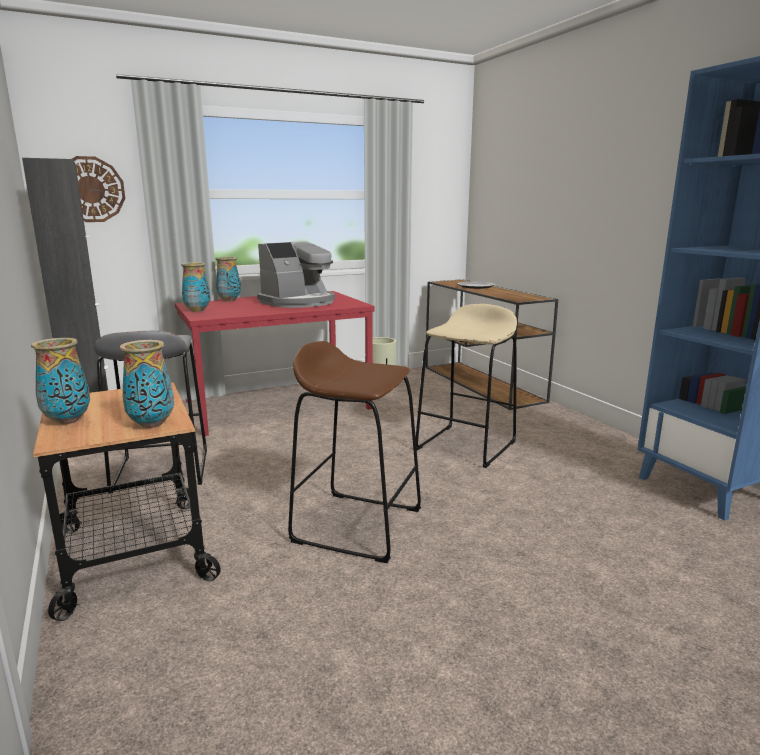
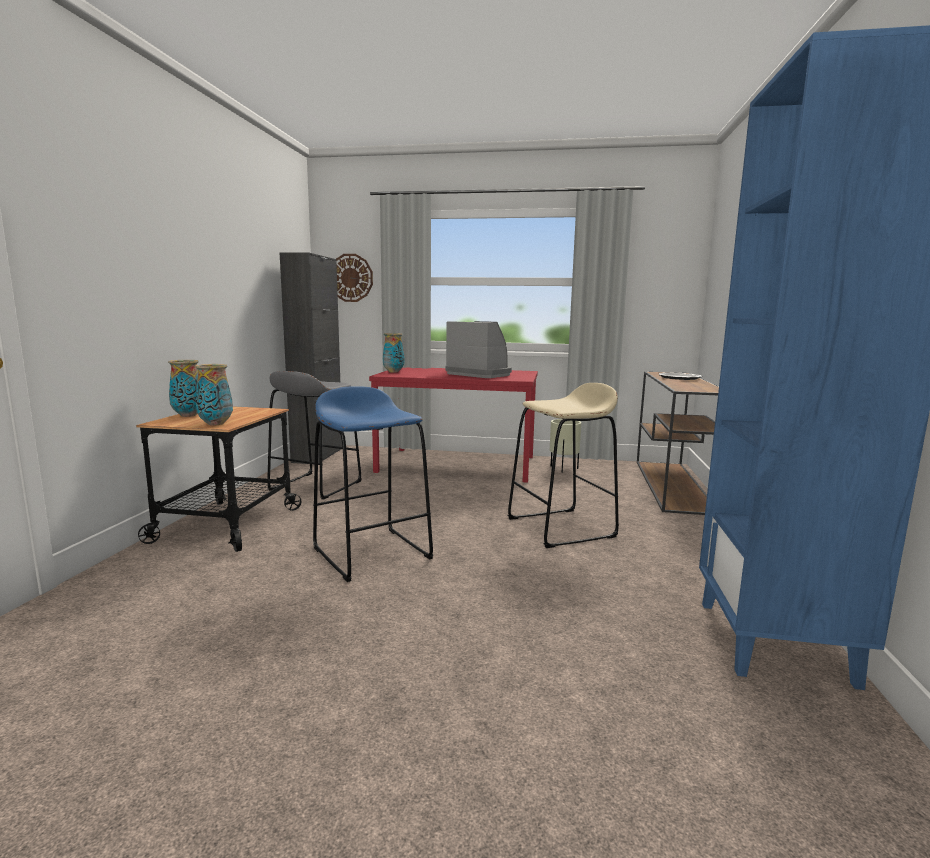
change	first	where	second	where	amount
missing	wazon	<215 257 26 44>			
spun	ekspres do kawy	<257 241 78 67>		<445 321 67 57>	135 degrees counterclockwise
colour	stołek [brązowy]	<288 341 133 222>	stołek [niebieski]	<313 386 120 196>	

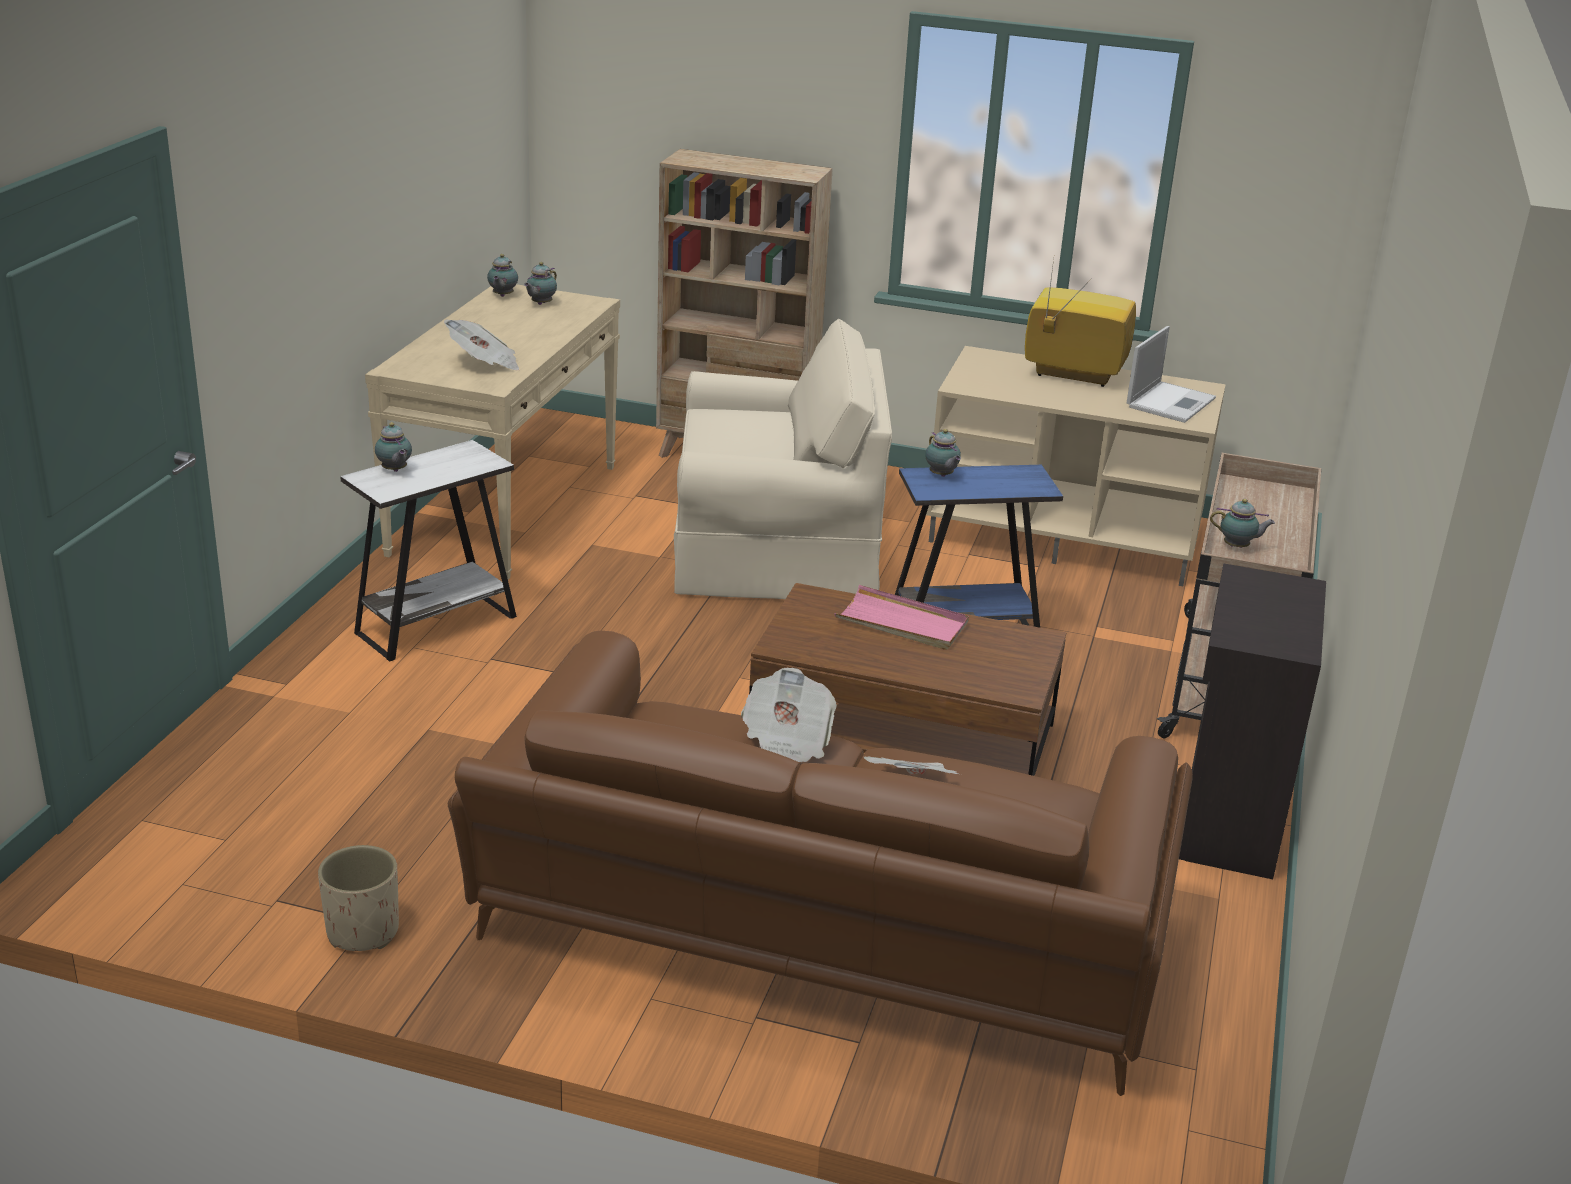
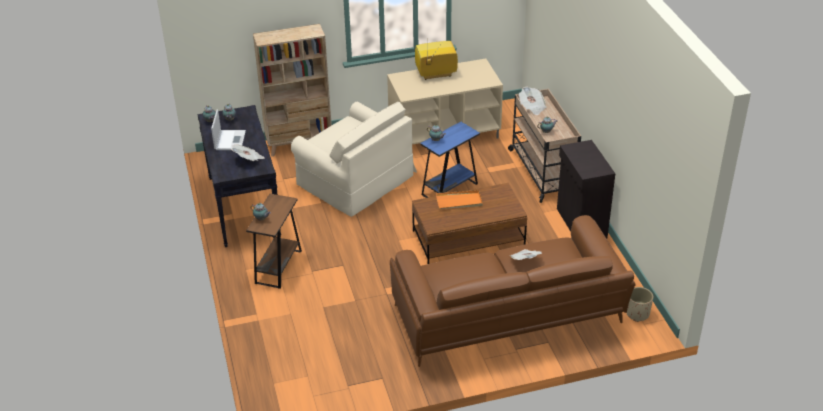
change	first	where	second	where	amount
relocated	donica [beżowy]	<318 845 81 106>		<626 287 27 35>	
colour	stolik [biały]	<340 440 177 222>	stolik [brązowy]	<246 194 56 95>	
colour	stolik konsolowy [beżowy]	<365 284 255 295>	stolik konsolowy [czarny]	<197 105 80 142>	
spun	fotel [beżowy]	<674 319 218 280>		<291 101 126 116>	75 degrees clockwise
relocated	gazeta	<741 668 96 94>		<519 86 28 29>	
colour	taca [różowy]	<834 585 135 65>	taca [pomarańczowy]	<436 190 47 19>	
relocated	laptop	<1127 326 89 97>		<211 109 35 41>	

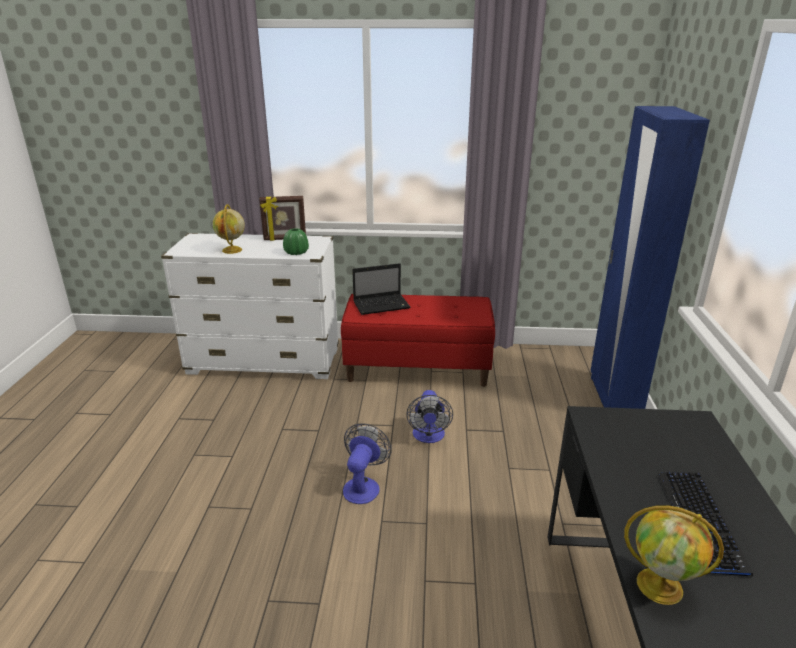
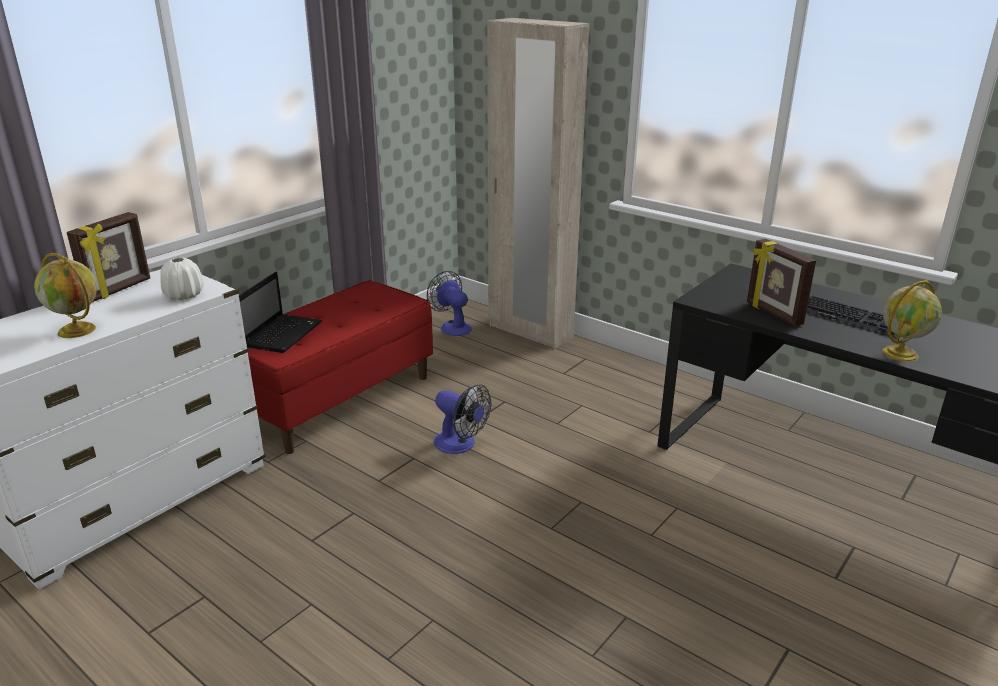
change	first	where	second	where	amount
colour	wazon [zielony]	<283 228 26 27>	wazon [biały]	<160 257 44 43>	
relocated	wentylator	<343 424 49 80>		<427 271 45 65>	
colour	szafa [niebieski]	<590 106 120 303>	szafa [beżowy]	<487 18 102 331>	
appeared			ramka na zdjęcie	<747 239 69 88>	

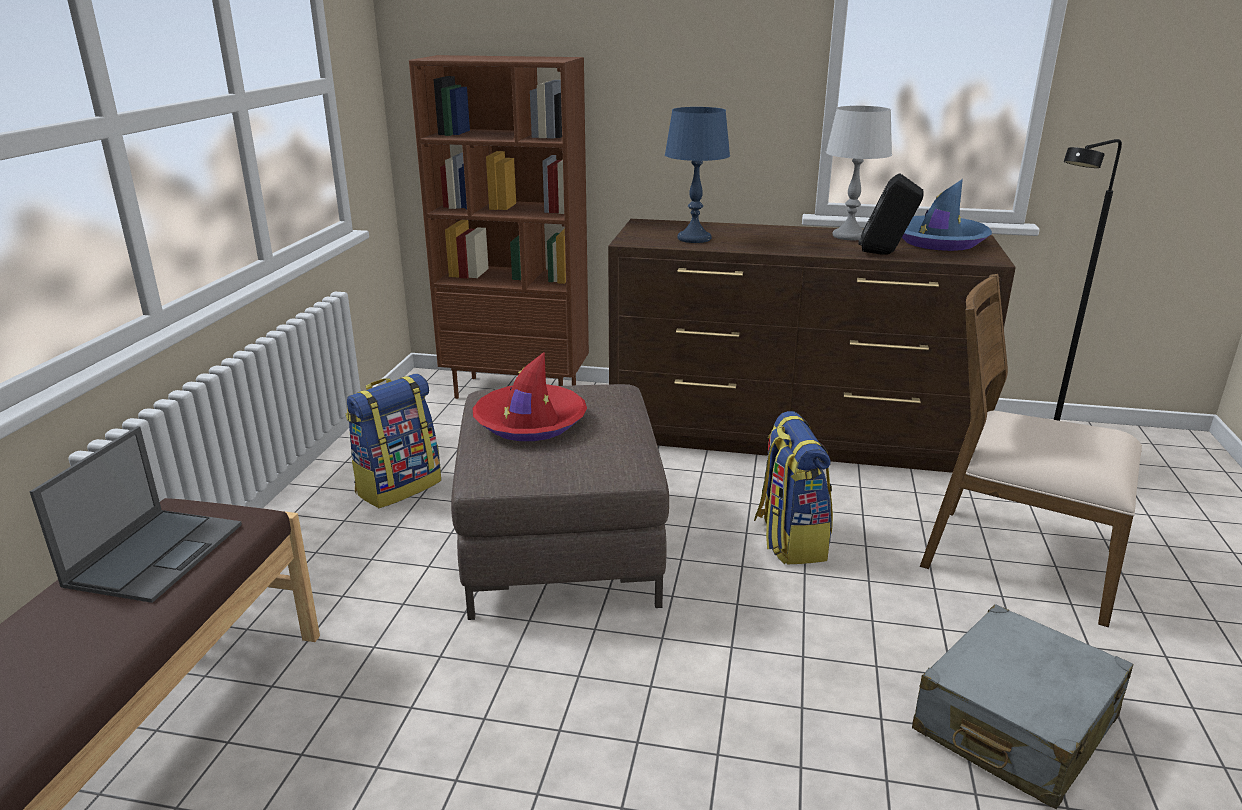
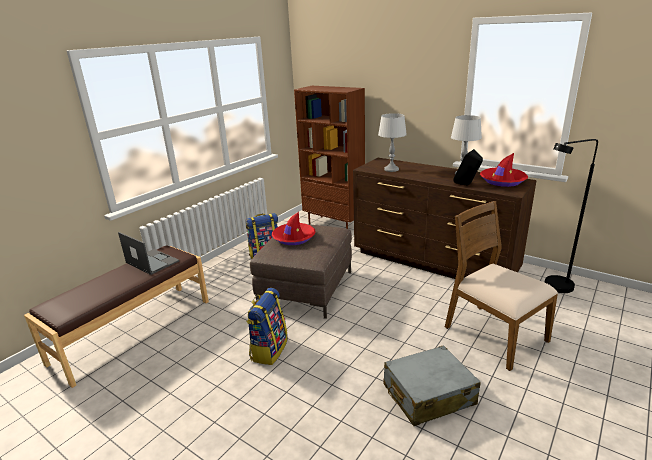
change	first	where	second	where	amount
spun	laptop	<29 426 213 177>		<118 232 61 43>	90 degrees counterclockwise
colour	lampa stołowa [niebieski]	<665 107 65 136>	lampa stołowa [szary]	<378 113 29 59>	
relocated	plecak	<754 411 79 153>		<247 288 41 77>	
colour	kapelusz [niebieski]	<902 179 90 72>	kapelusz [czerwony]	<480 153 48 34>	

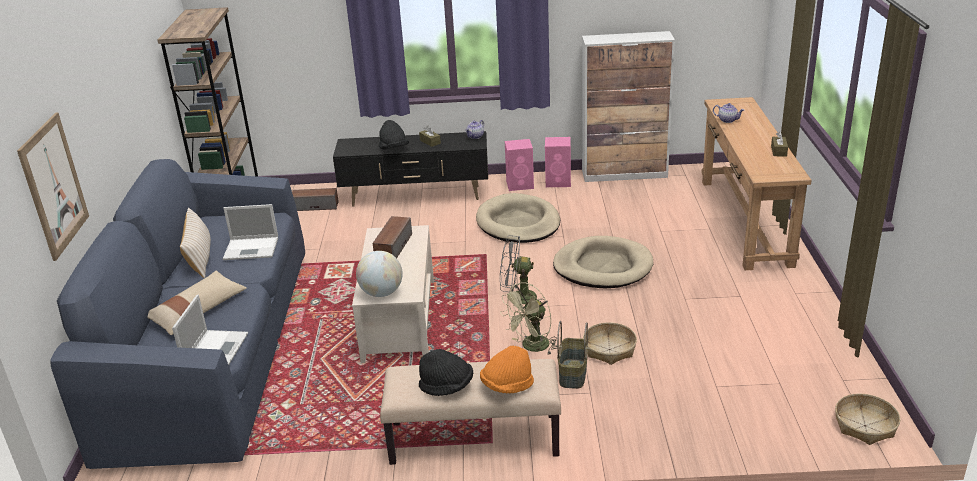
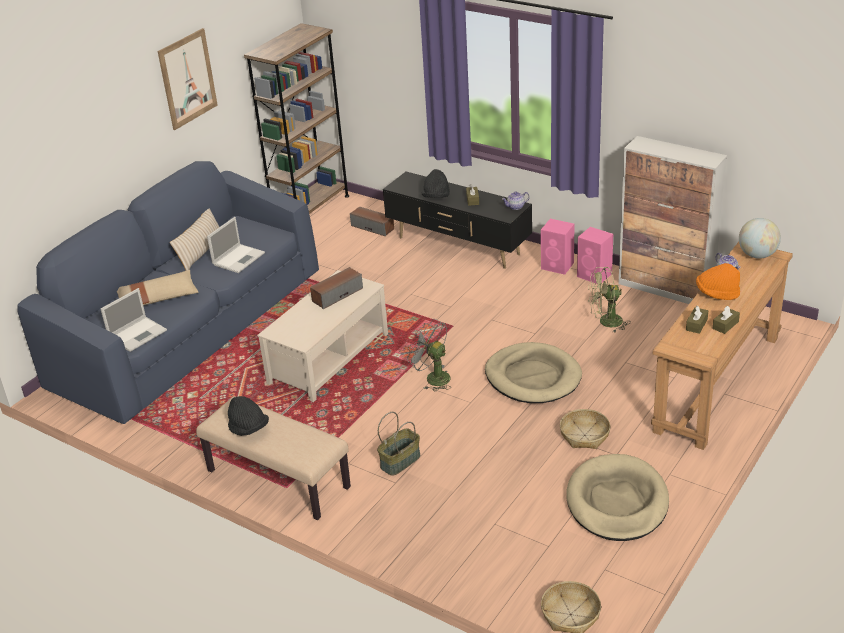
change	first	where	second	where	amount
relocated	obraz	<17 112 72 149>		<158 28 60 102>	
spun	laptop	<223 204 55 56>		<207 217 58 56>	90 degrees counterclockwise
relocated	globus	<356 251 47 46>		<739 218 42 41>	
relocated	legowisko [beżowy]	<476 193 84 50>		<566 454 103 87>	
relocated	kapelusz [pomarańczowy]	<480 346 54 47>		<696 263 44 37>	
relocated	wentylator [zielony]	<500 282 57 73>		<588 267 43 66>	
relocated	koszyk	<583 322 54 43>		<560 409 51 40>	
appeared			pudełko chusteczek [brązowy]	<686 306 22 28>	

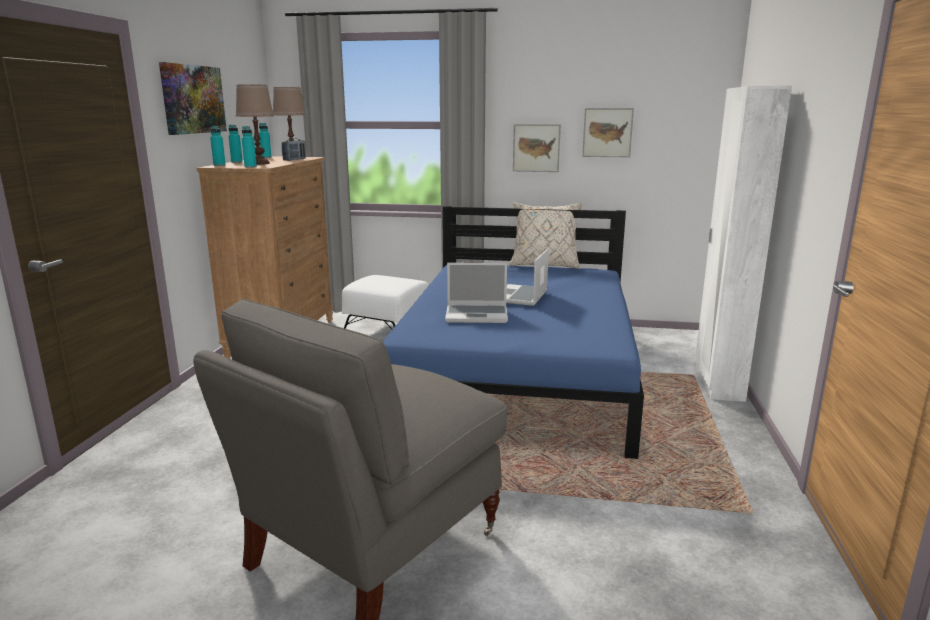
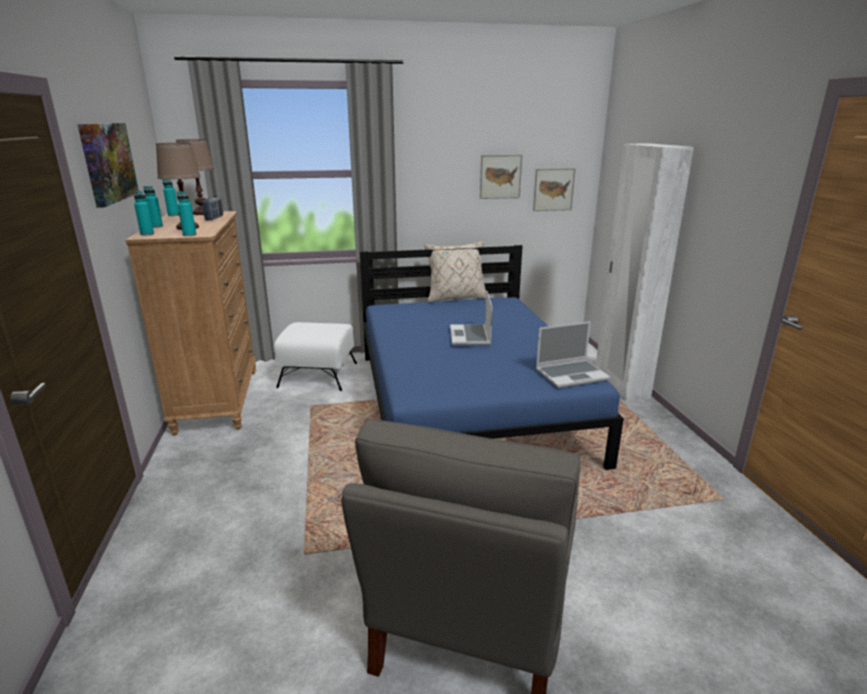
change	first	where	second	where	amount
relocated	laptop	<445 263 63 60>		<536 321 74 67>	
relocated	obraz	<513 124 48 48>		<533 168 43 43>	

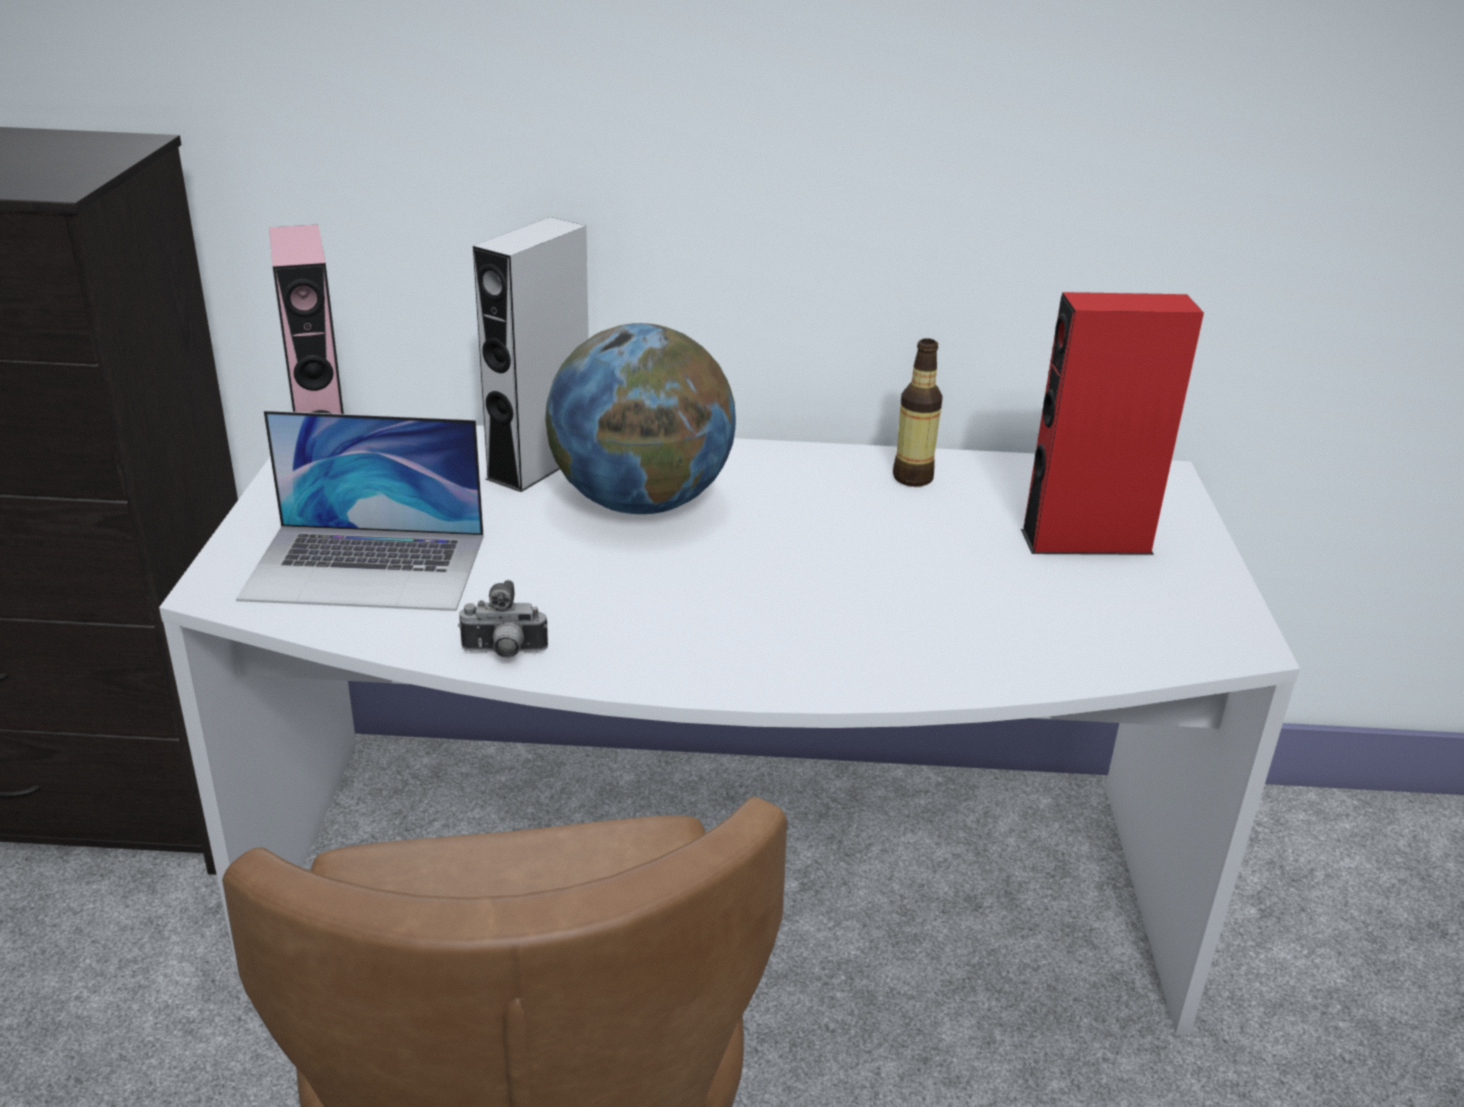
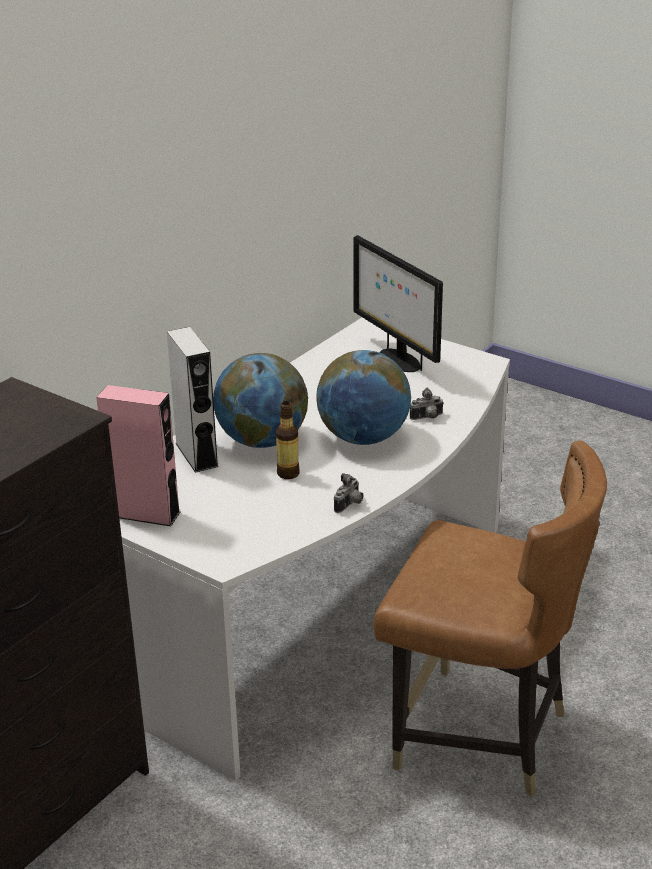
change	first	where	second	where	amount
missing	laptop	<236 410 248 201>			
relocated	butelka	<893 338 50 149>		<276 401 24 78>	
exchanged	głośnik [czerwony]	<1021 292 183 263>	monitor	<353 235 90 137>	
appeared			globus	<316 350 95 95>	
appeared			aparat fotograficzny	<410 388 34 32>	

